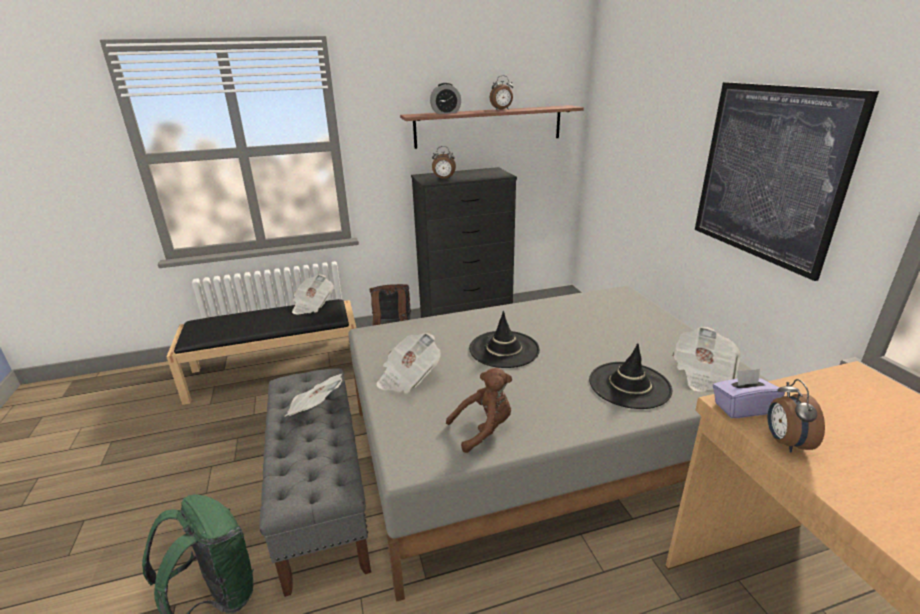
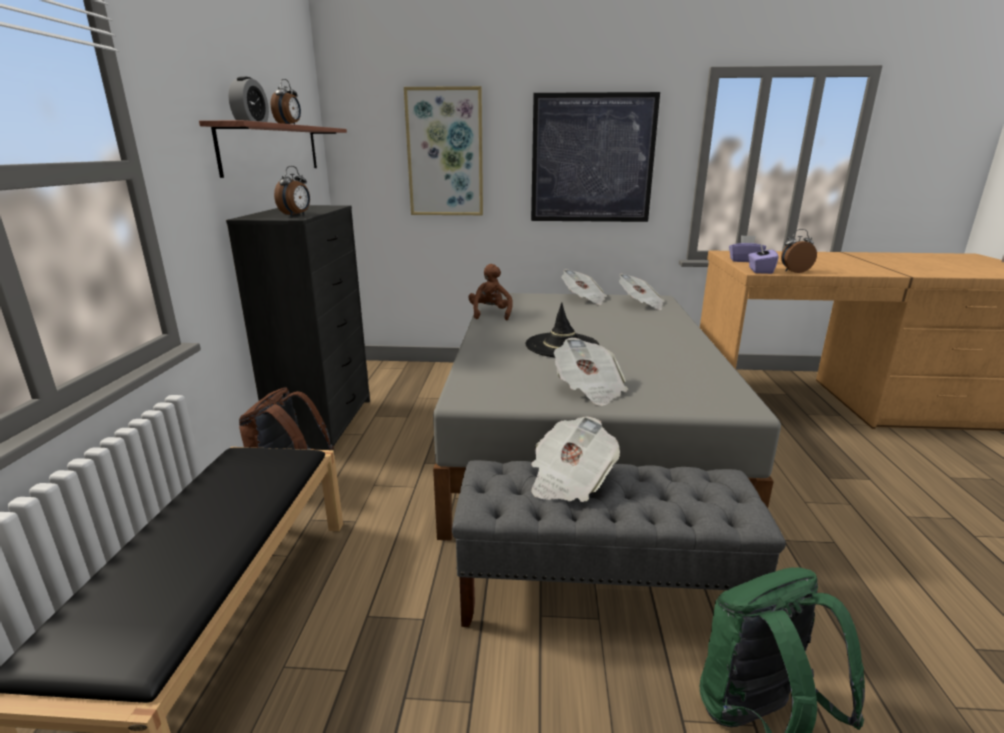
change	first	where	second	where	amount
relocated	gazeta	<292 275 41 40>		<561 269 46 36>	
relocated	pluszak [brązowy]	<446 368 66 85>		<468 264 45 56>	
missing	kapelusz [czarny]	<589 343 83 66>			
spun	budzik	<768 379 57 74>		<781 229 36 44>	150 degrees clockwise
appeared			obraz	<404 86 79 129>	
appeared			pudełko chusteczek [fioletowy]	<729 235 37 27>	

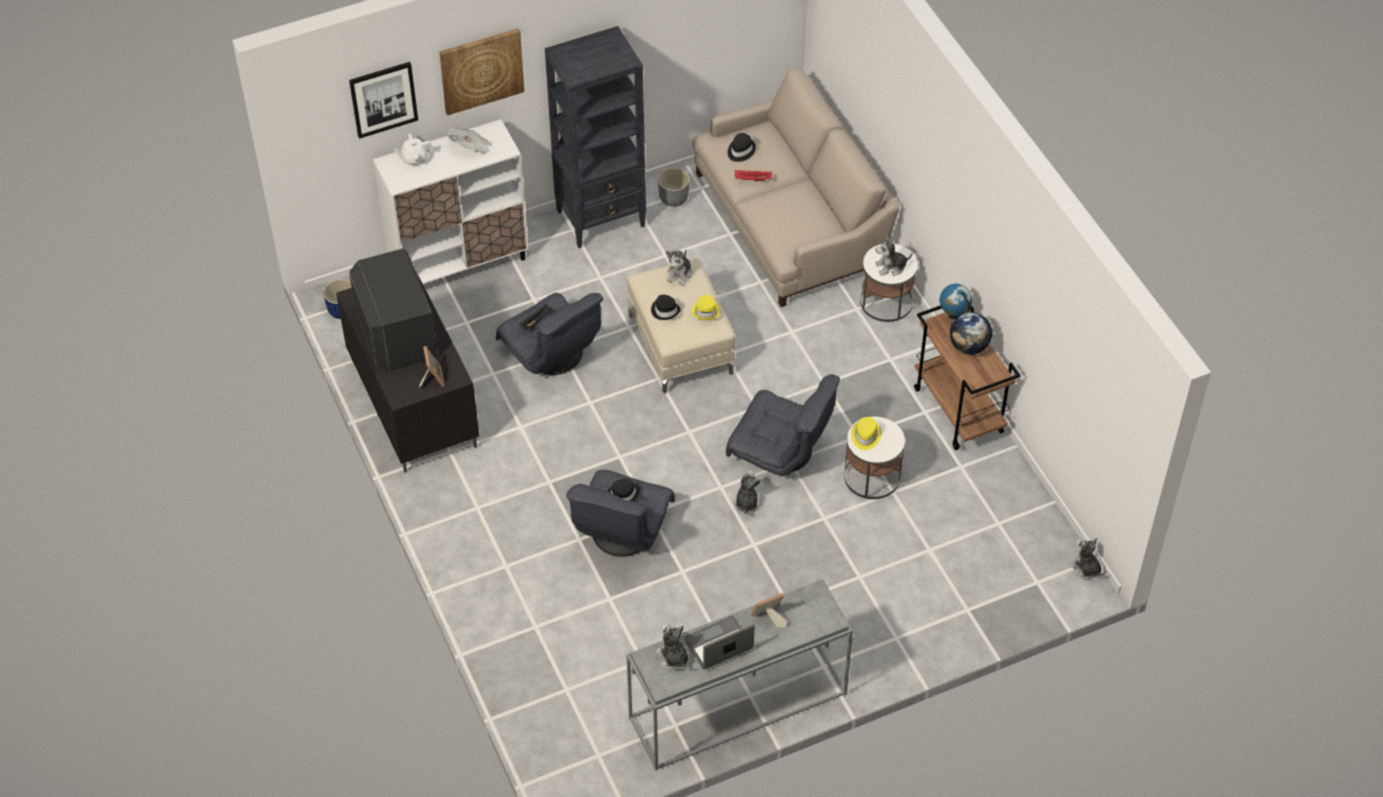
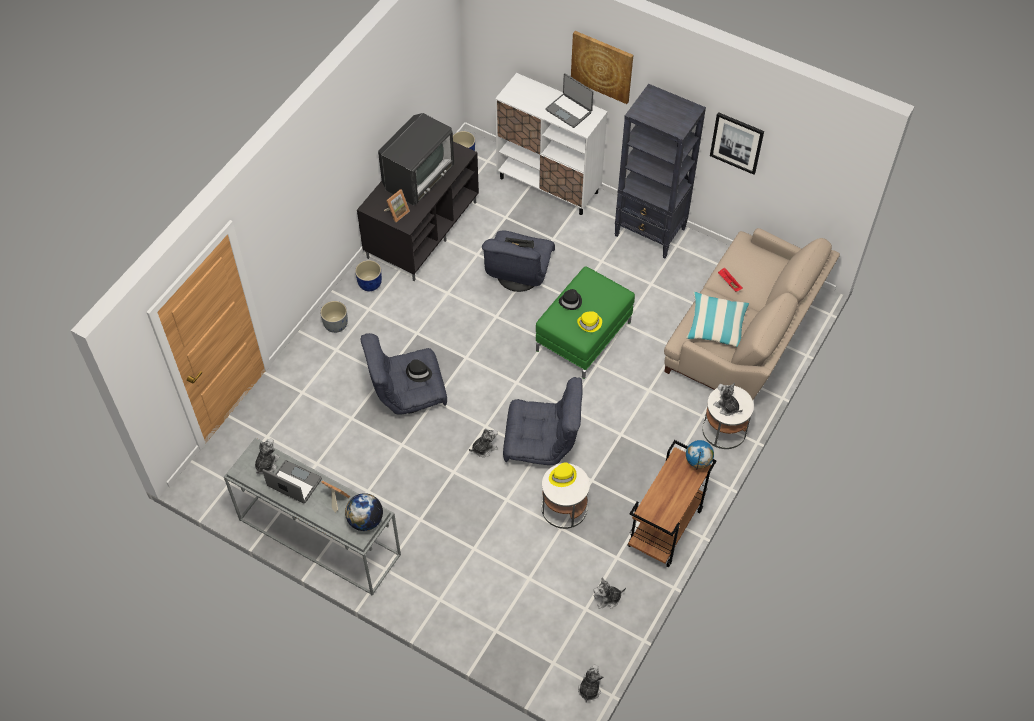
change	first	where	second	where	amount
relocated	obraz	<349 62 69 77>		<710 112 54 63>	
missing	imbryk [biały]	<394 134 39 32>			
exchanged	gazeta	<447 127 45 25>	laptop	<545 73 49 55>	
colour	pufa [beżowy]	<627 258 108 136>	pufa [zielony]	<536 266 99 113>	
relocated	donica [szary]	<658 168 32 39>		<320 301 28 32>	
relocated	pluszak	<666 249 26 37>		<593 577 33 32>	
spun	fotel [szary]	<726 374 114 102>		<503 377 79 88>	75 degrees counterclockwise
missing	kapelusz [czarny]	<728 133 28 29>			
relocated	globus	<950 312 42 43>		<345 493 38 38>	
appeared			donica [niebieski]	<355 260 27 31>	
appeared			poduszka	<686 292 63 55>	

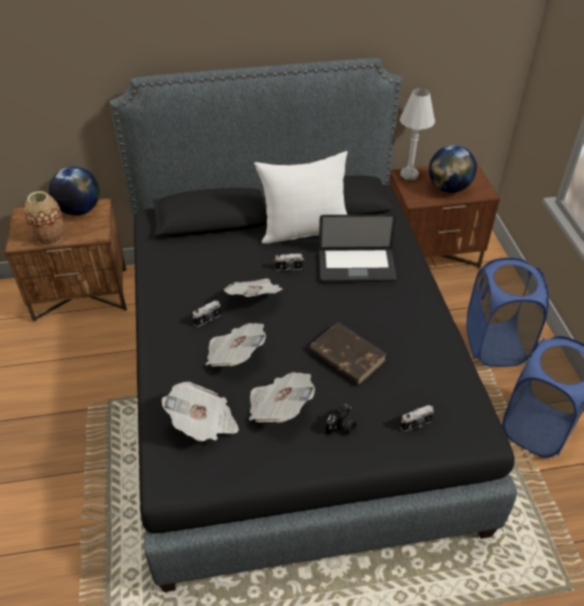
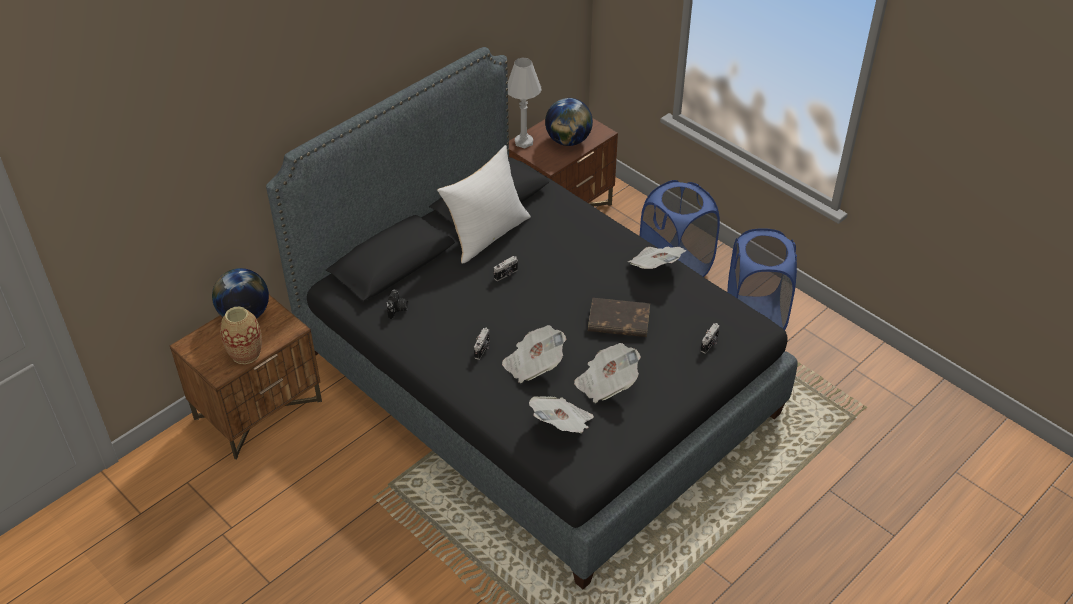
change	first	where	second	where	amount
relocated	gazeta	<224 279 58 18>		<628 247 58 22>	
missing	laptop	<319 214 78 68>			
relocated	aparat fotograficzny	<326 403 30 32>		<387 289 21 30>	

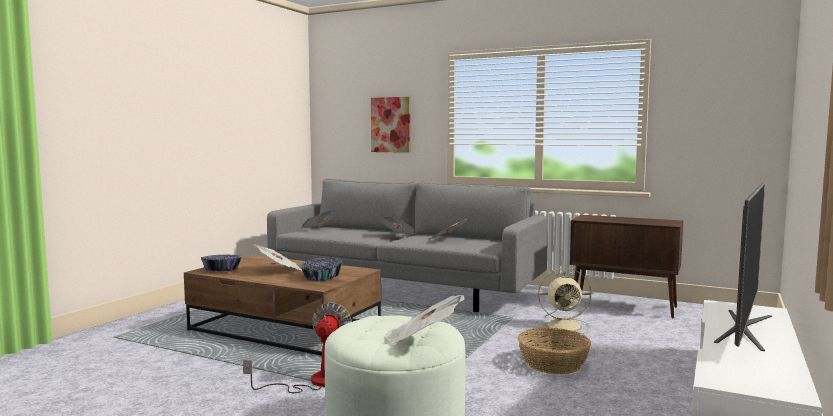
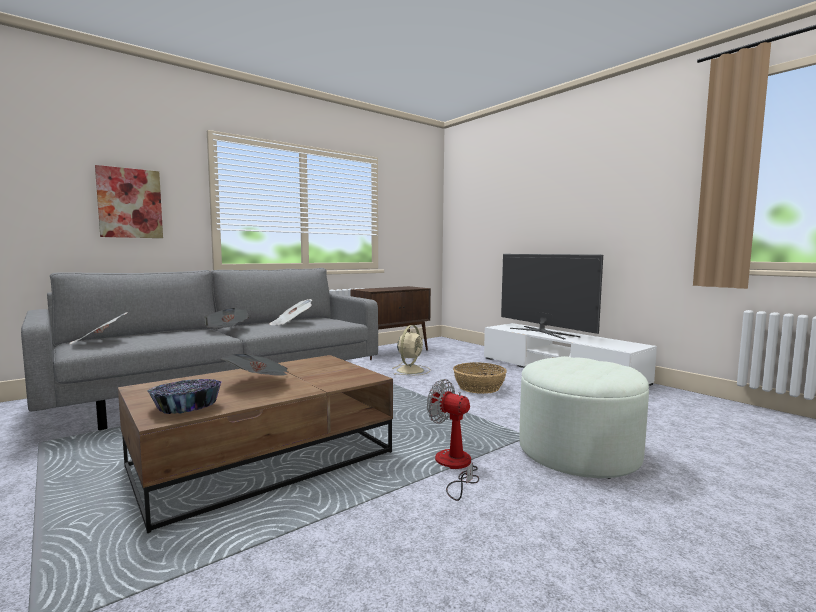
change	first	where	second	where	amount
missing	miska	<300 258 42 23>			
missing	gazeta	<386 295 79 49>			

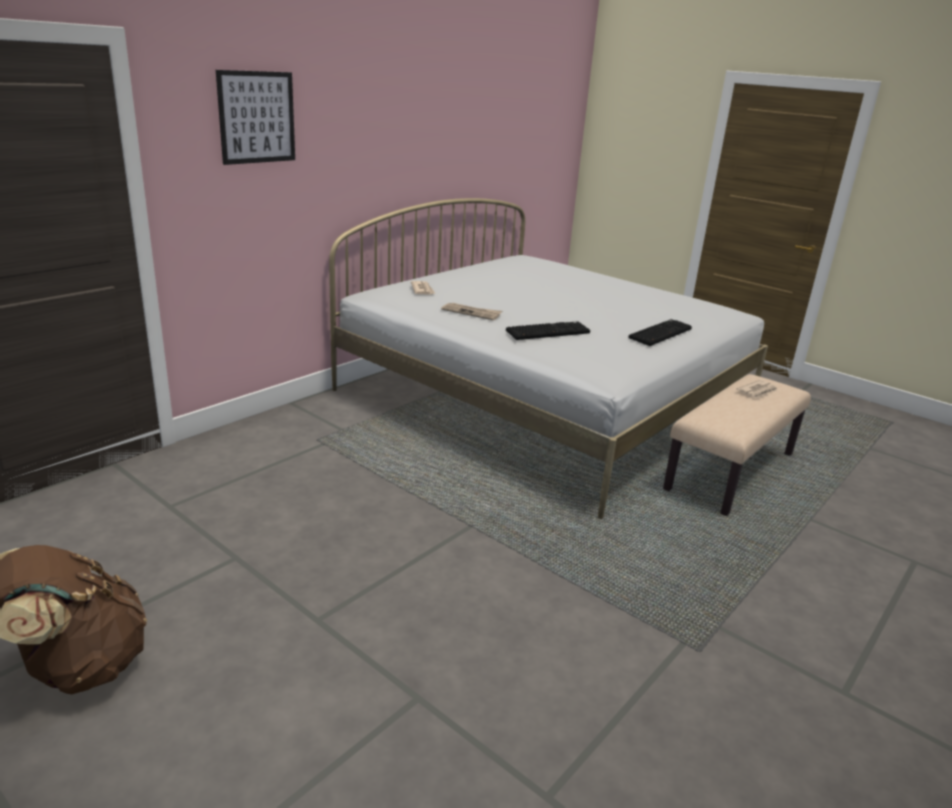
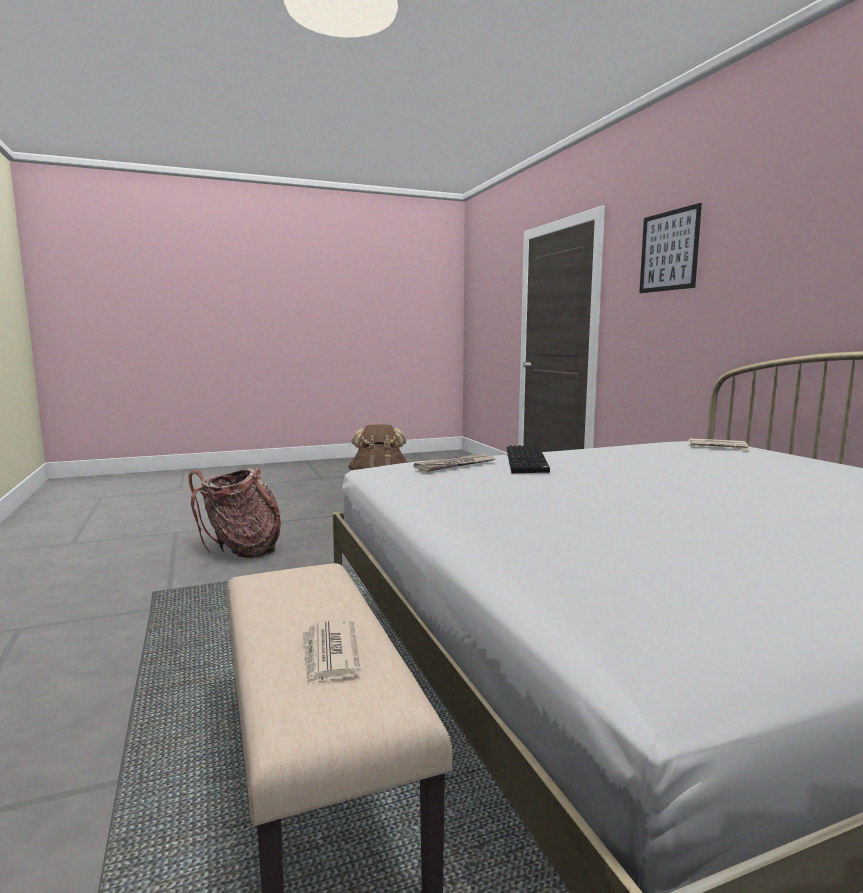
change	first	where	second	where	amount
relocated	gazeta	<441 303 61 17>		<413 454 82 18>	
missing	klawiatura	<628 319 64 27>			
appeared			plecak	<189 468 92 90>	

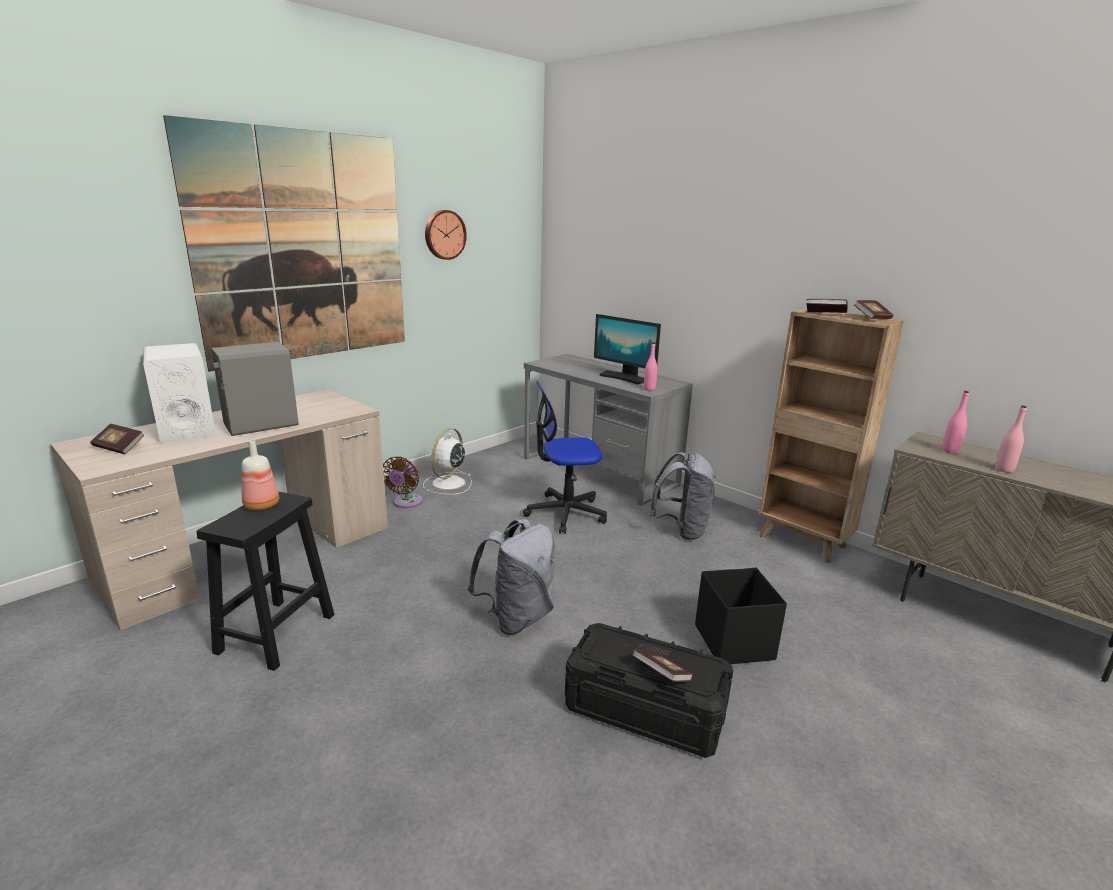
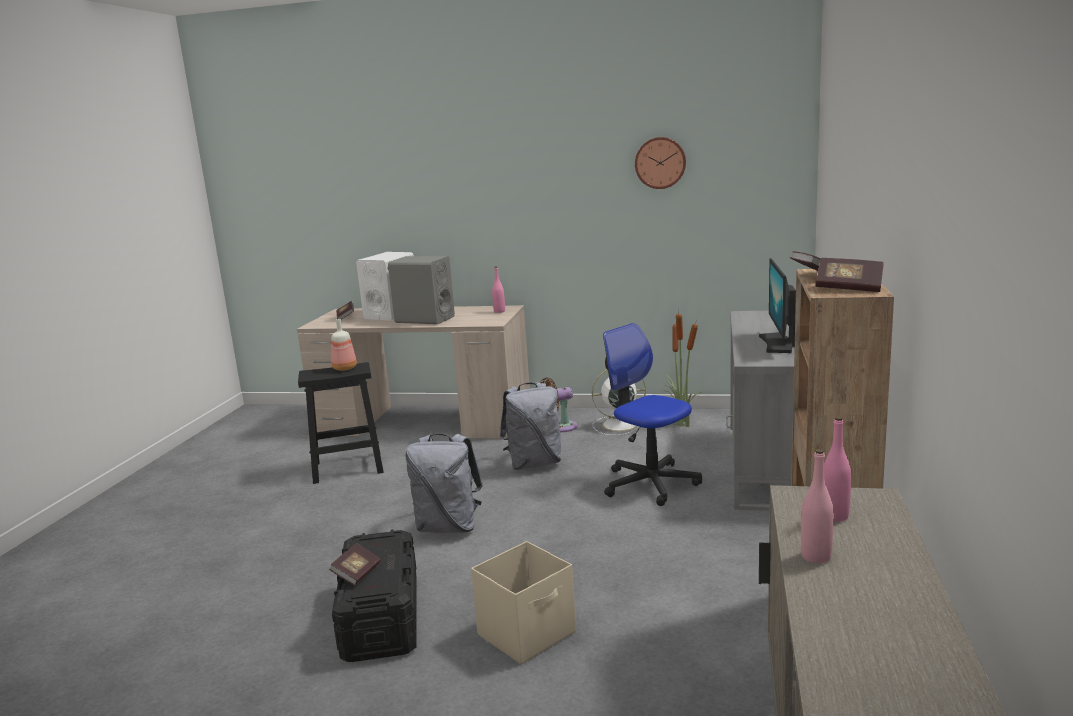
change	first	where	second	where	amount
missing	obraz	<163 115 242 257>			
relocated	butelka [różowy]	<644 343 14 48>		<492 266 13 47>	
relocated	plecak [szary]	<650 452 66 88>		<500 382 61 88>	
colour	pojemnik do przechowywania [czarny]	<695 568 92 96>	pojemnik do przechowywania [beżowy]	<471 541 105 124>	
appeared			roślina doniczkowa	<663 307 38 120>	

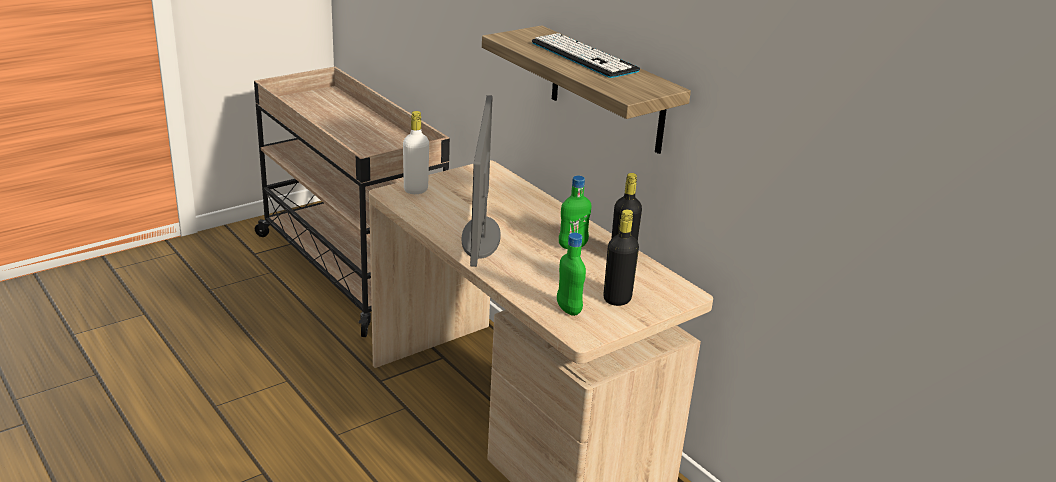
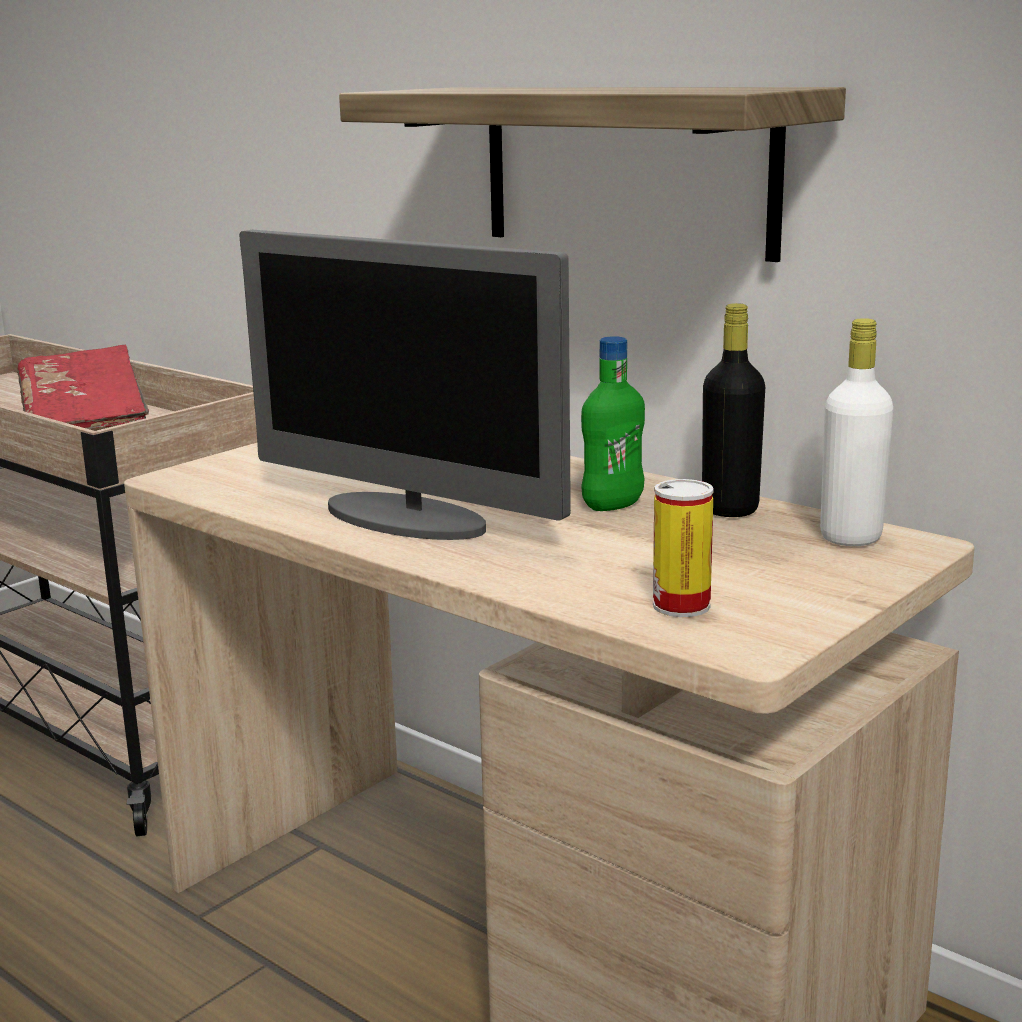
change	first	where	second	where	amount
relocated	butelka [biały]	<403 111 26 83>		<820 318 73 228>	
spun	monitor	<462 95 39 172>		<240 230 331 310>	45 degrees counterclockwise
missing	klawiatura	<532 33 108 45>			
exchanged	butelka [zielony]	<557 233 29 83>	puszka	<653 479 61 138>	
missing	butelka [czarny]	<604 210 35 96>			
appeared			książka [czerwony]	<17 345 132 86>	

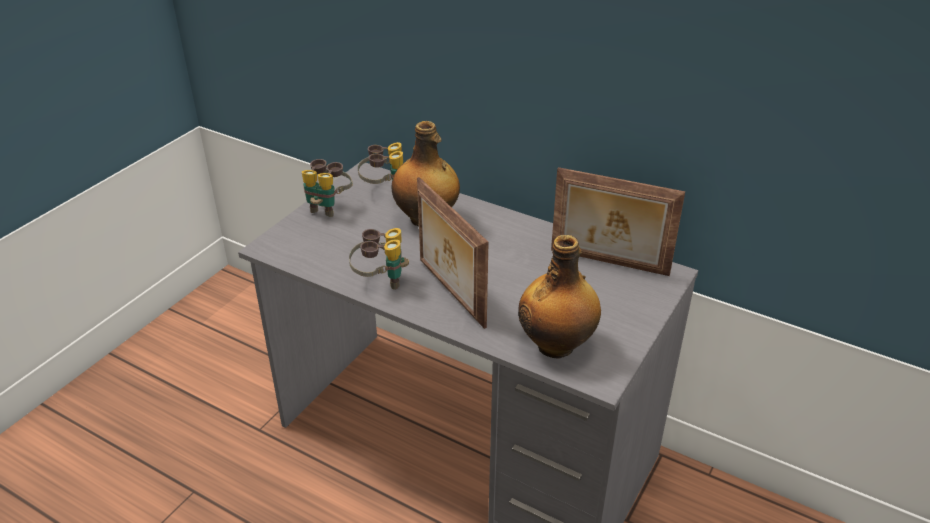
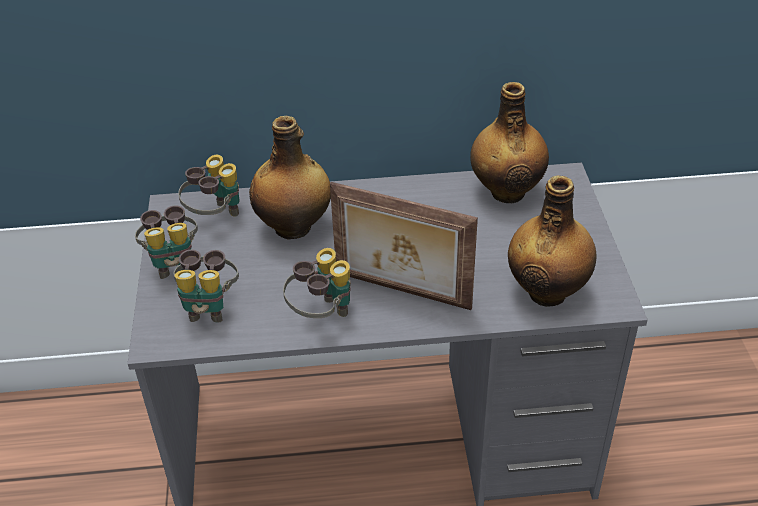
change	first	where	second	where	amount
exchanged	ramka na zdjęcie	<551 167 134 109>	butelka	<470 82 79 121>	
appeared			lornetka	<174 250 65 73>	

